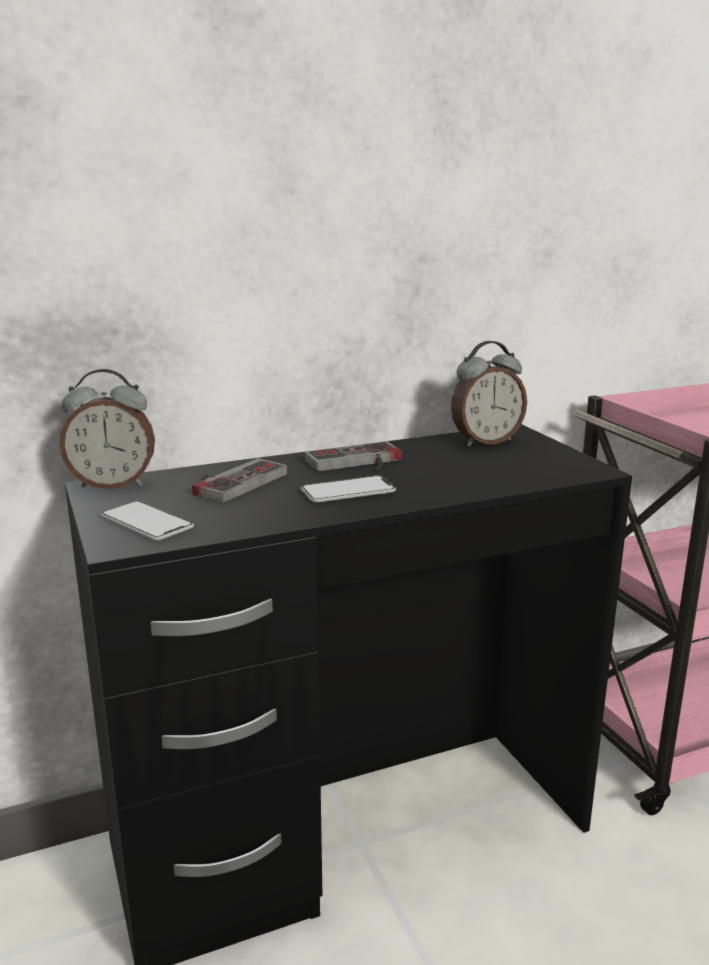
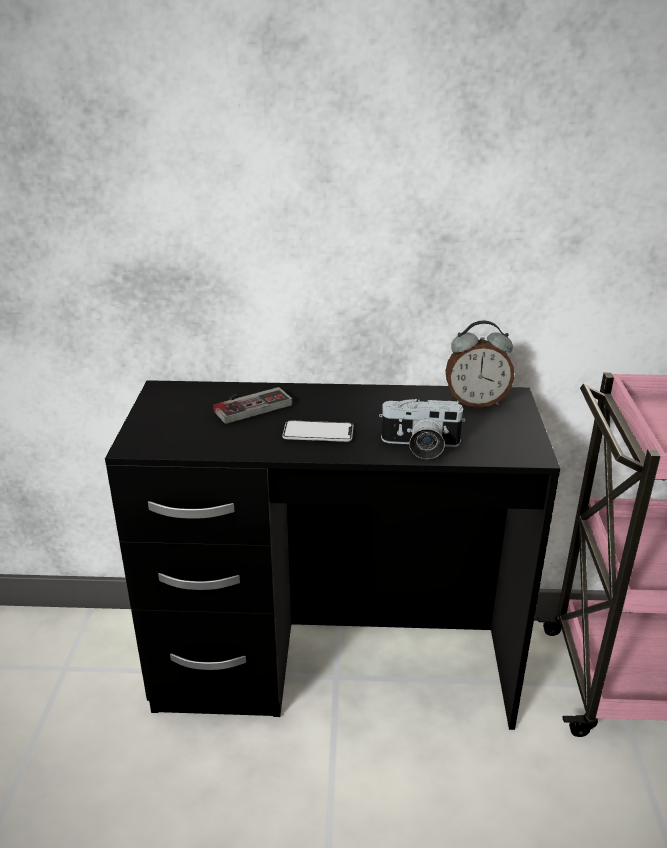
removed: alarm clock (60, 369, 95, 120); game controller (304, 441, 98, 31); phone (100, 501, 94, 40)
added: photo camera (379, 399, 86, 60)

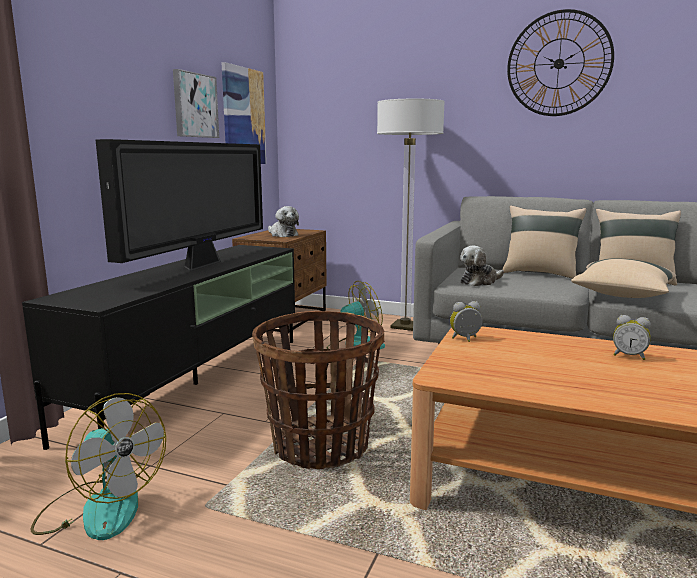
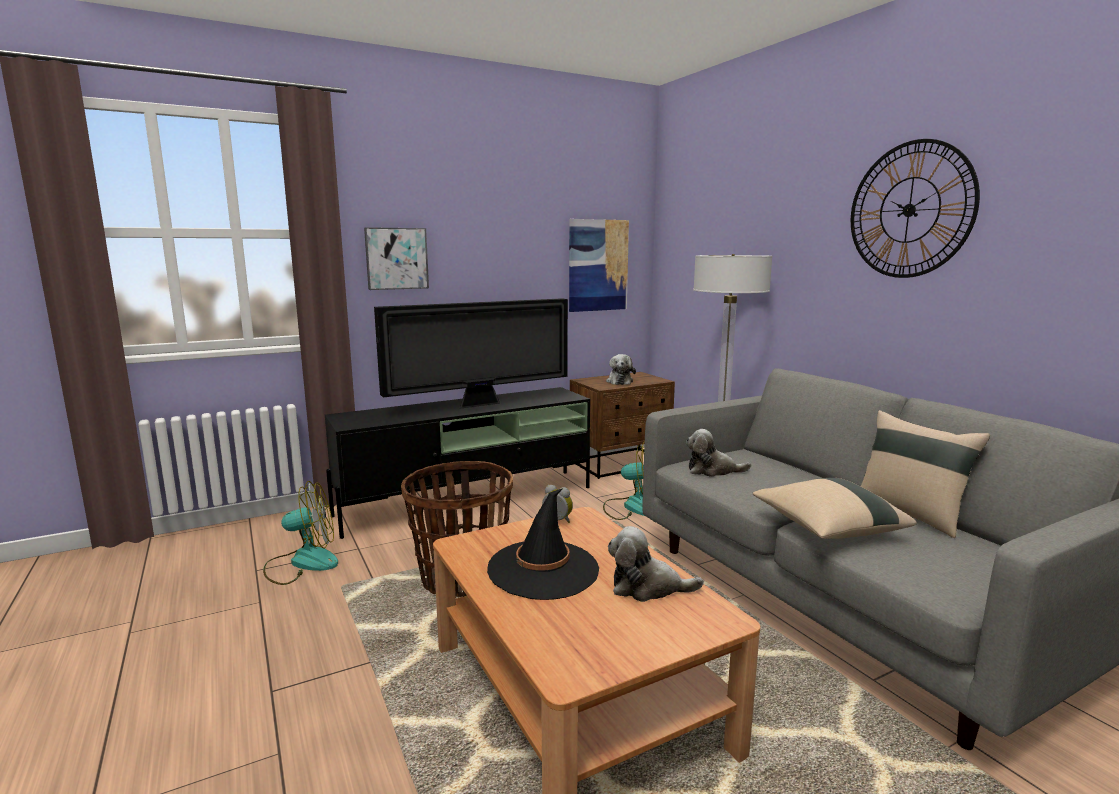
removed: beige pillow (502, 206, 84, 73)
added: black hat (487, 488, 112, 112)
moved: picture (173, 69, 46, 69) to (364, 227, 65, 63)
replaced: alarm clock (613, 315, 38, 45) to plush toy (608, 526, 96, 76)
turned: fan (31, 393, 135, 147) = (263, 481, 75, 104) 90 degrees counterclockwise

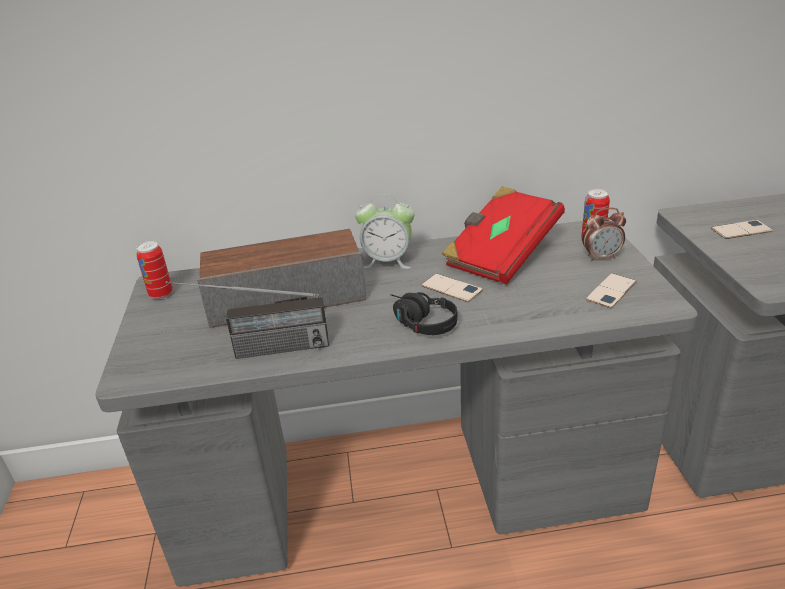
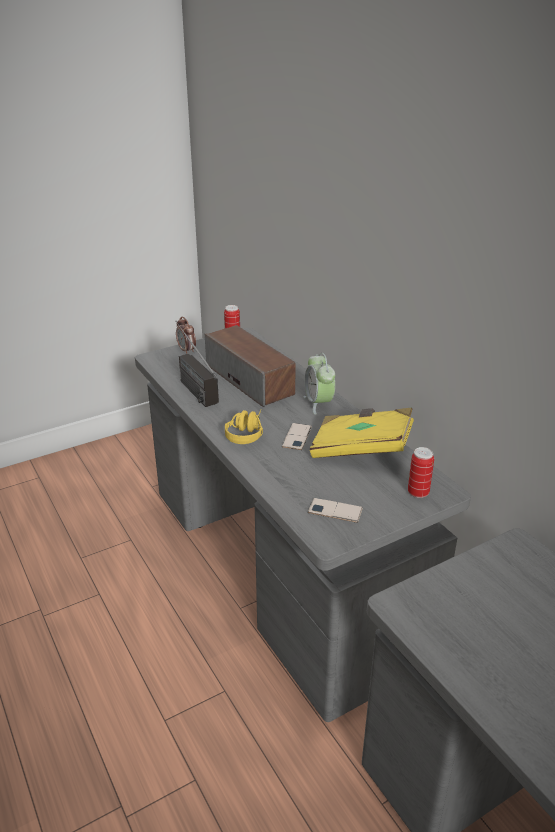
removed: phone (711, 220, 62, 19)
moved: alarm clock (582, 207, 44, 54) to (176, 317, 20, 36)
recoloured: red book (442, 186, 123, 99) to yellow book (310, 408, 104, 50); black headphones (390, 292, 68, 43) to yellow headphones (225, 410, 38, 34)

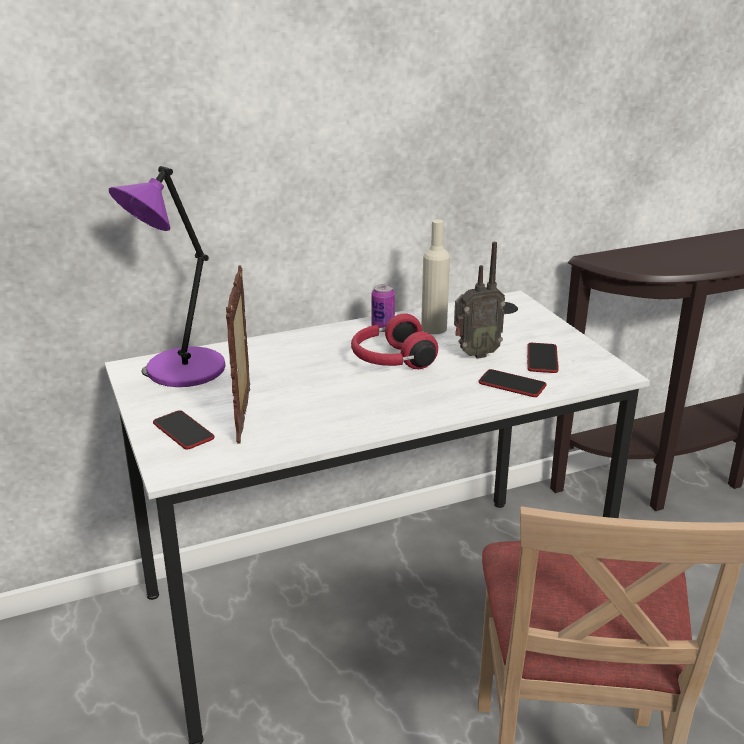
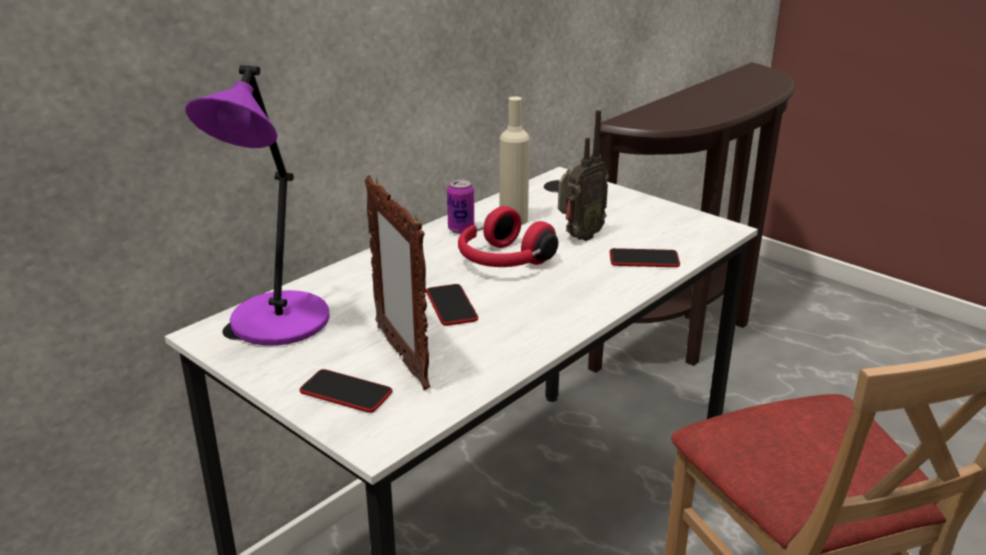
moved: phone (527, 343, 31, 30) to (426, 284, 52, 42)

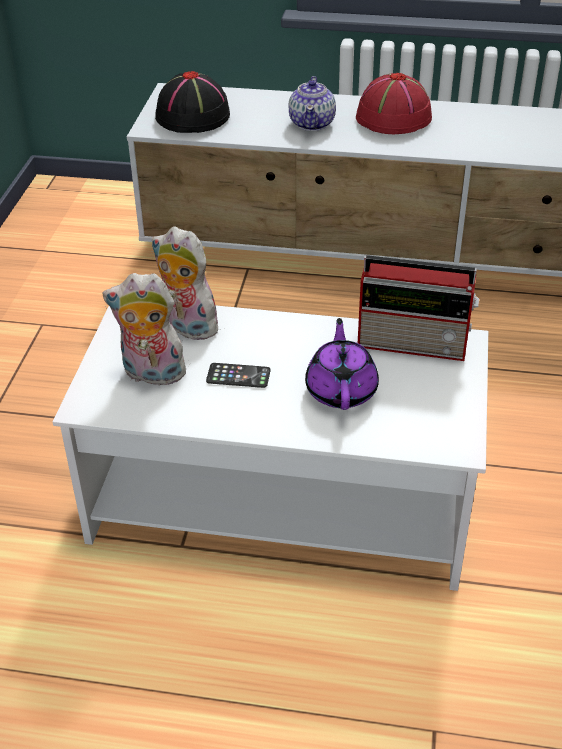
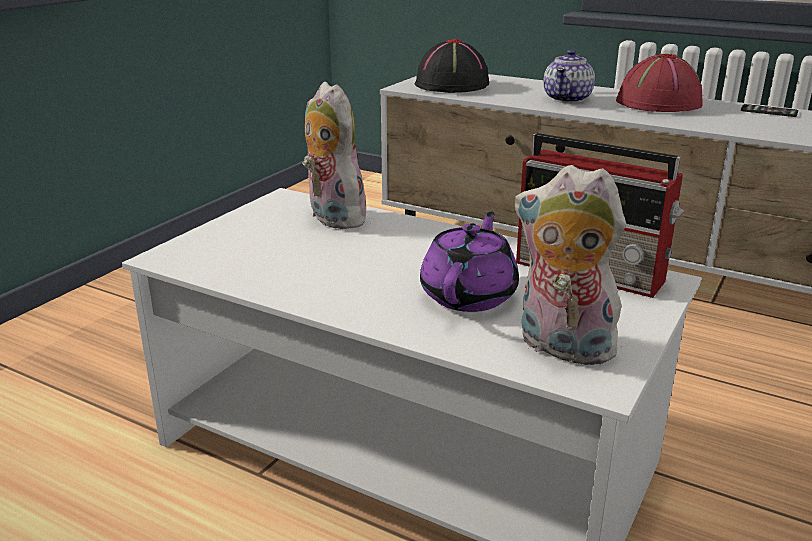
moved: plush toy (103, 273, 86, 112) to (514, 165, 112, 202); phone (206, 363, 64, 25) to (741, 104, 57, 13)

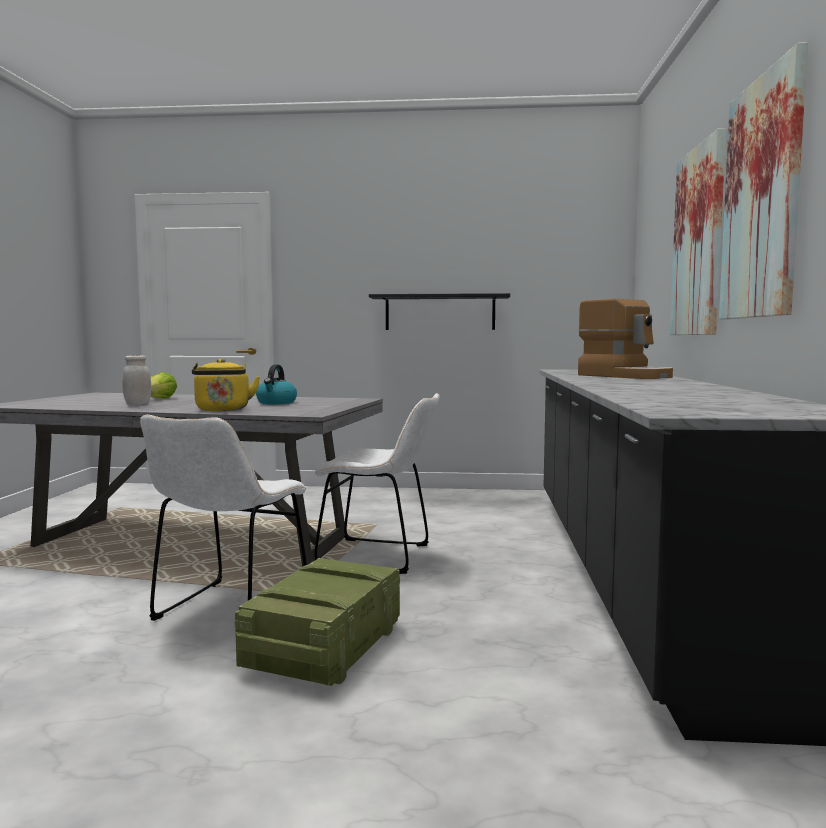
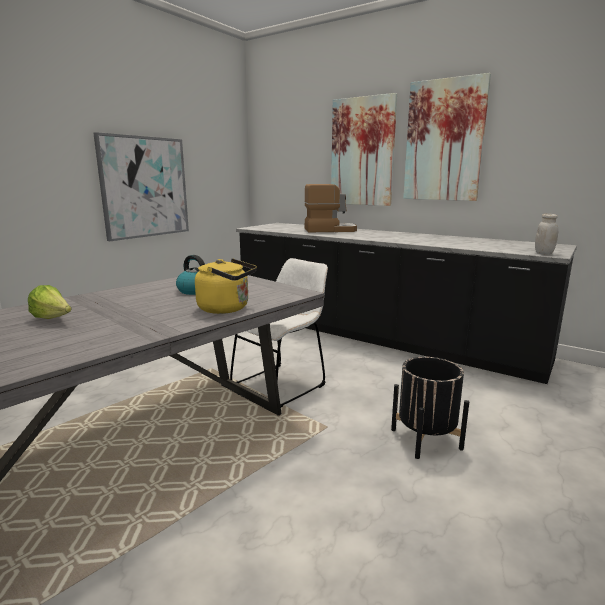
removed: white chair (140, 415, 167, 206)
moved: white jar (122, 355, 29, 50) to (535, 213, 23, 42)
replaced: black shelf (369, 293, 141, 37) to picture (93, 132, 96, 109); crate (235, 558, 165, 128) to black planter (391, 357, 78, 102)

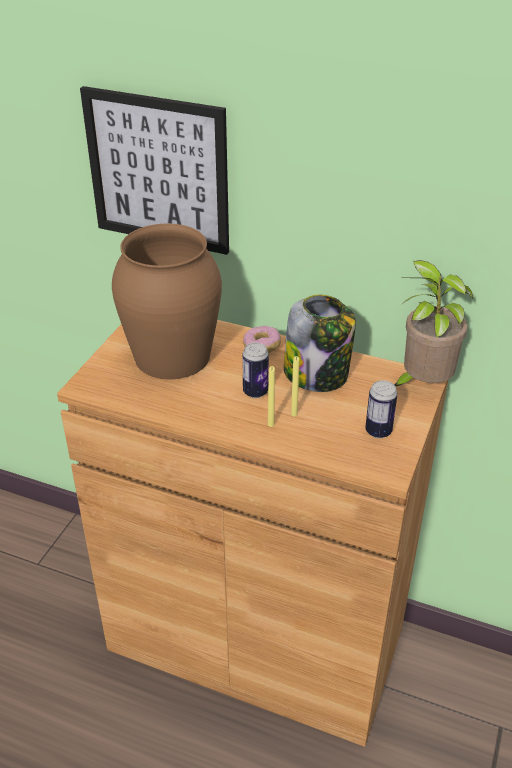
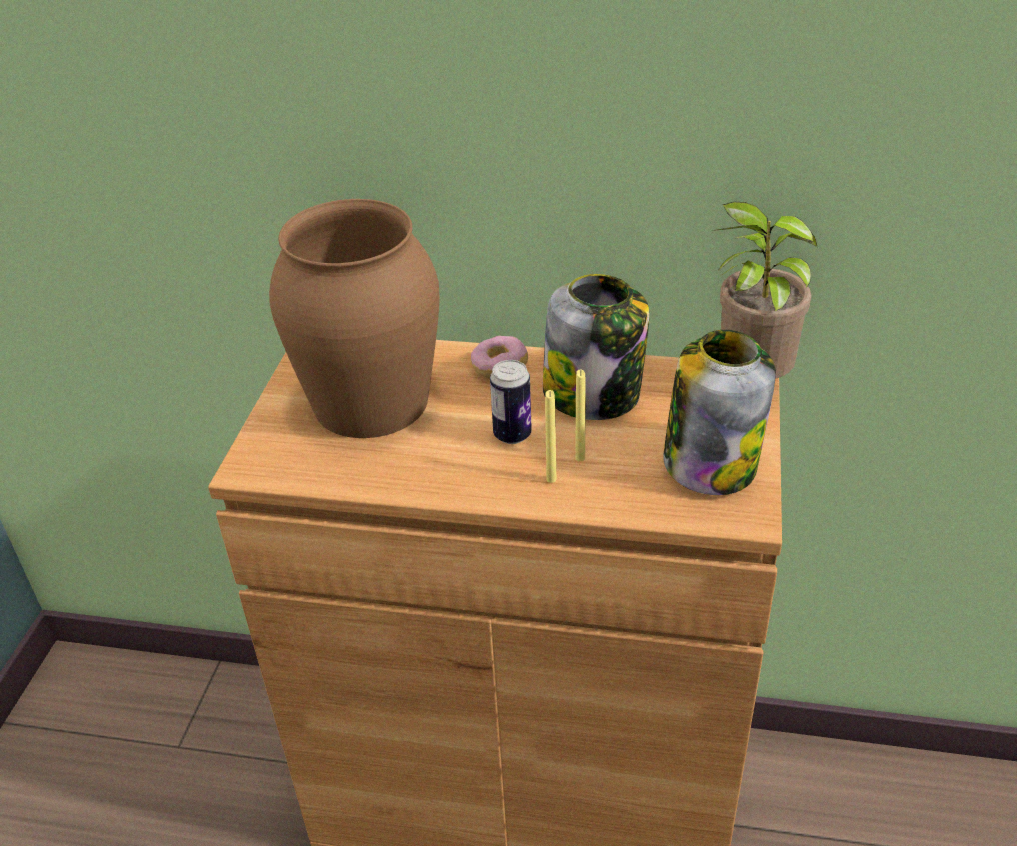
removed: picture (80, 86, 149, 169)
replaced: can (365, 380, 32, 58) to jar (663, 330, 113, 165)

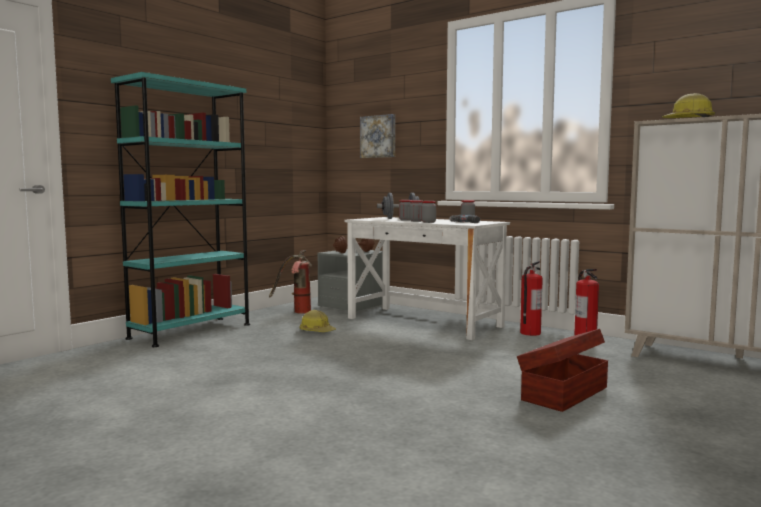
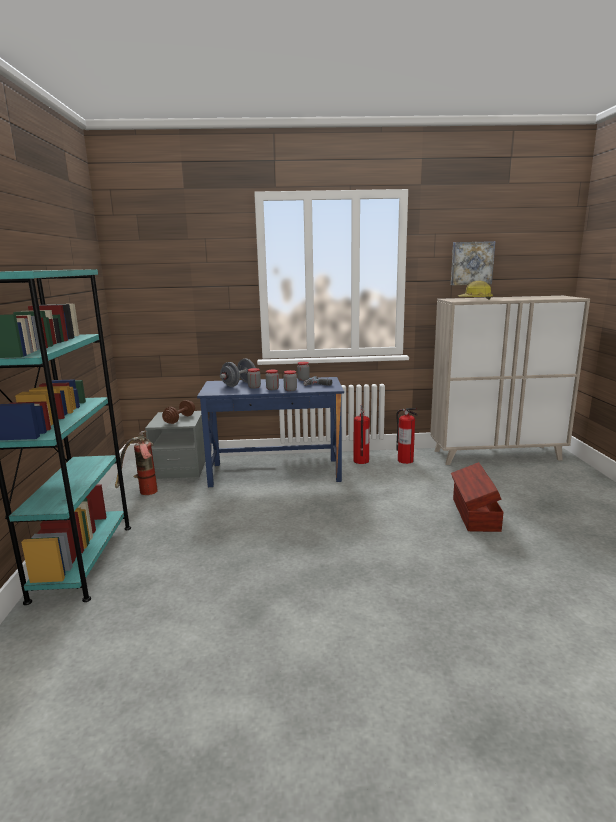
removed: hard hat (300, 310, 36, 22)
moved: picture (360, 114, 35, 44) to (451, 241, 44, 44)
recoloured: white desk (344, 217, 166, 123) to blue desk (197, 377, 147, 110)

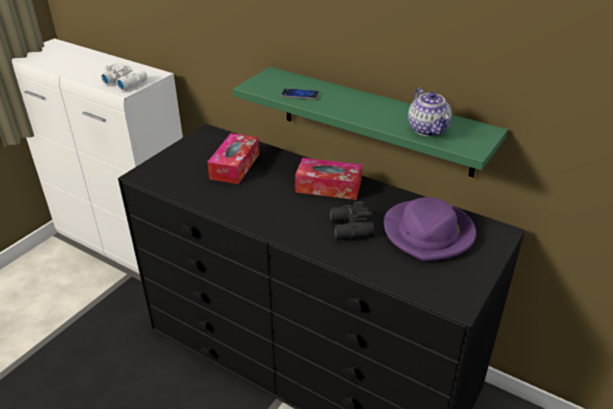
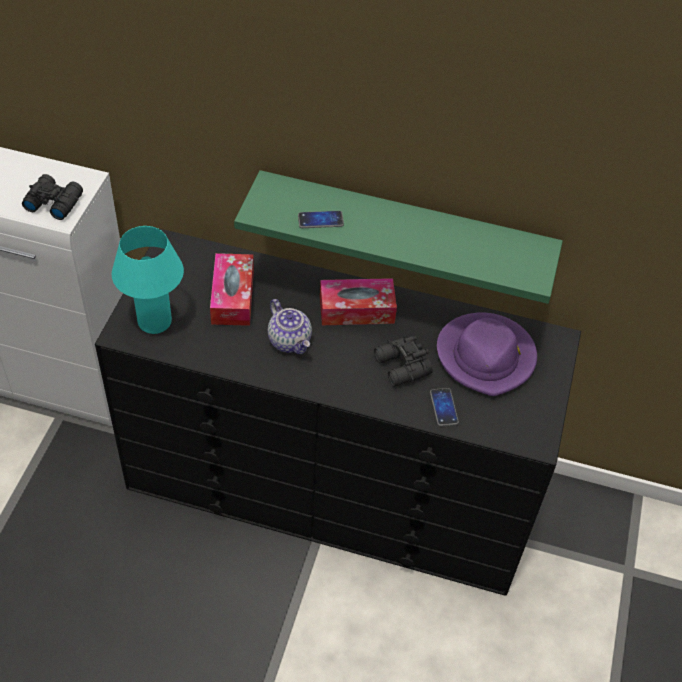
added: turquoise table lamp (112, 226, 72, 108); phone (430, 388, 29, 38)
moved: teapot (408, 88, 44, 48) to (268, 299, 44, 55)
recoloured: white binoculars (101, 63, 46, 28) to black binoculars (22, 174, 61, 46)

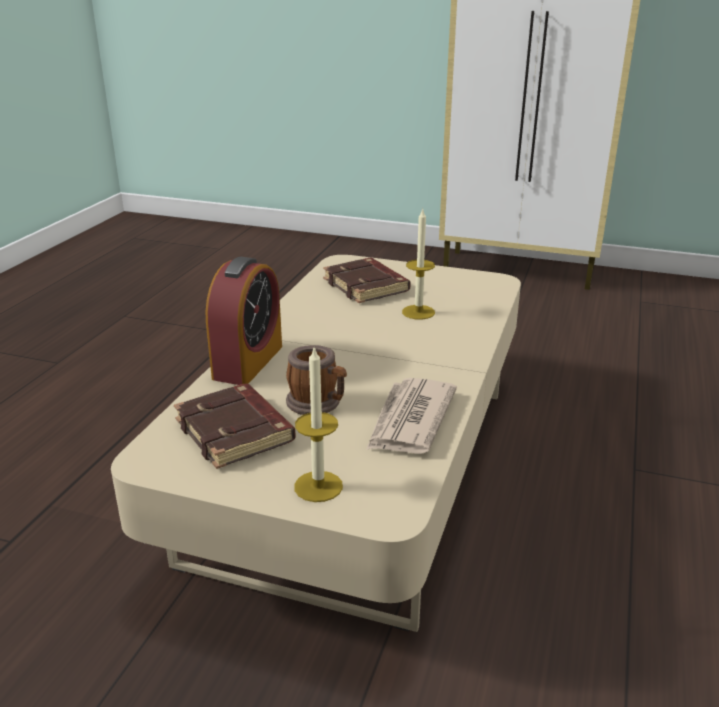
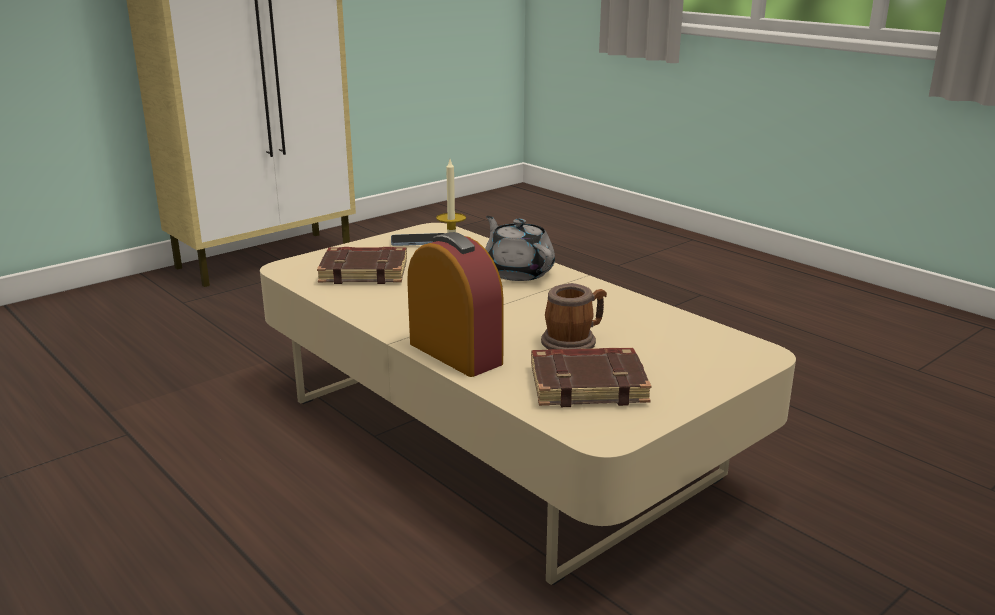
removed: candle (294, 346, 49, 156); newspaper (366, 378, 91, 76)
added: grey teapot (485, 216, 70, 65); phone (391, 233, 54, 13)

